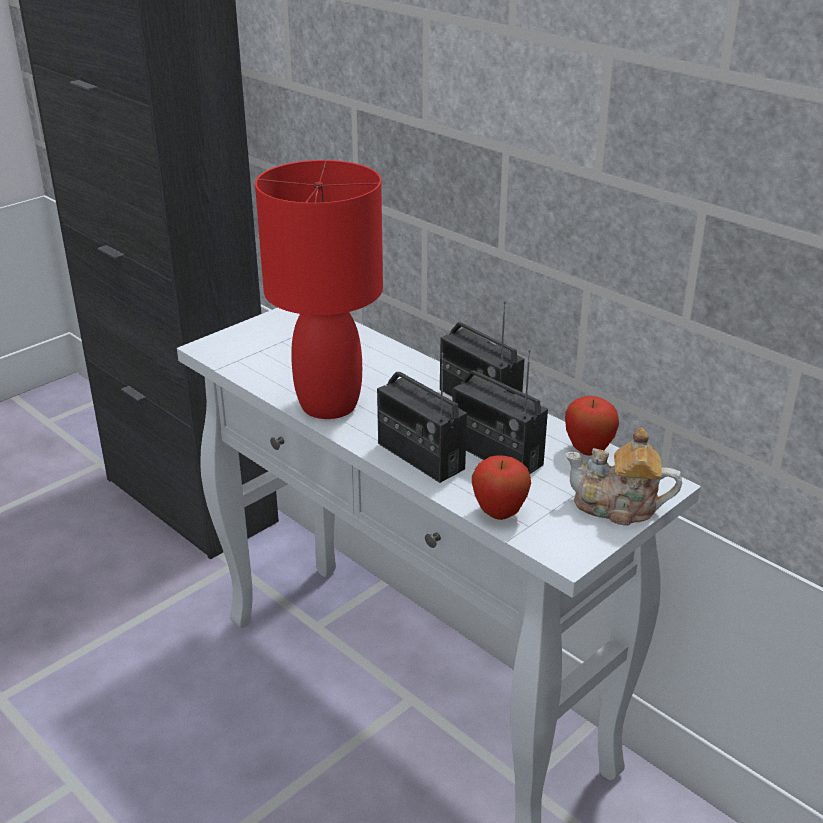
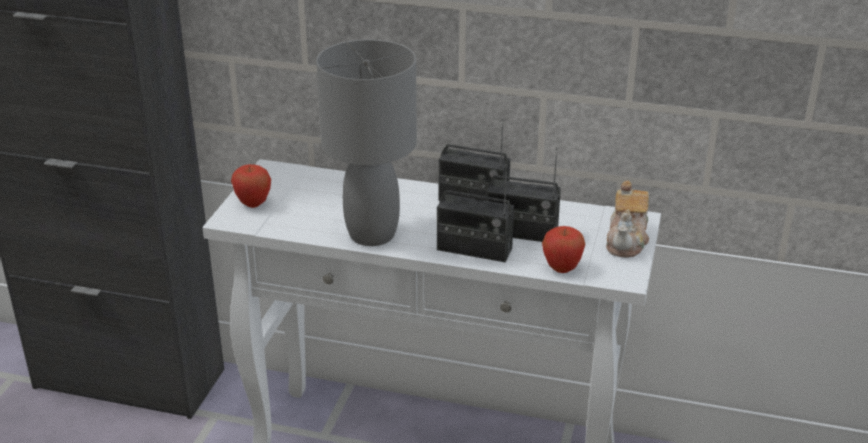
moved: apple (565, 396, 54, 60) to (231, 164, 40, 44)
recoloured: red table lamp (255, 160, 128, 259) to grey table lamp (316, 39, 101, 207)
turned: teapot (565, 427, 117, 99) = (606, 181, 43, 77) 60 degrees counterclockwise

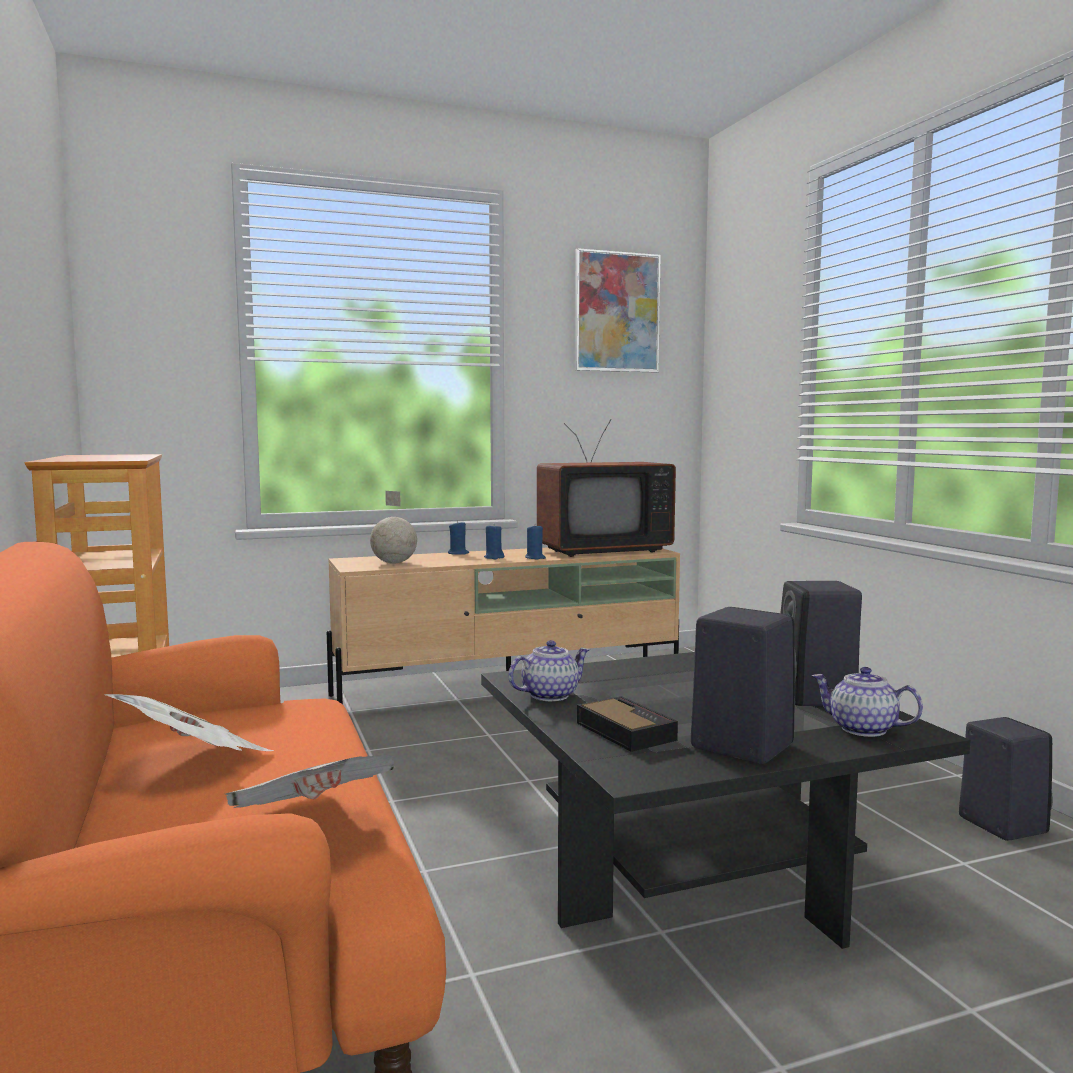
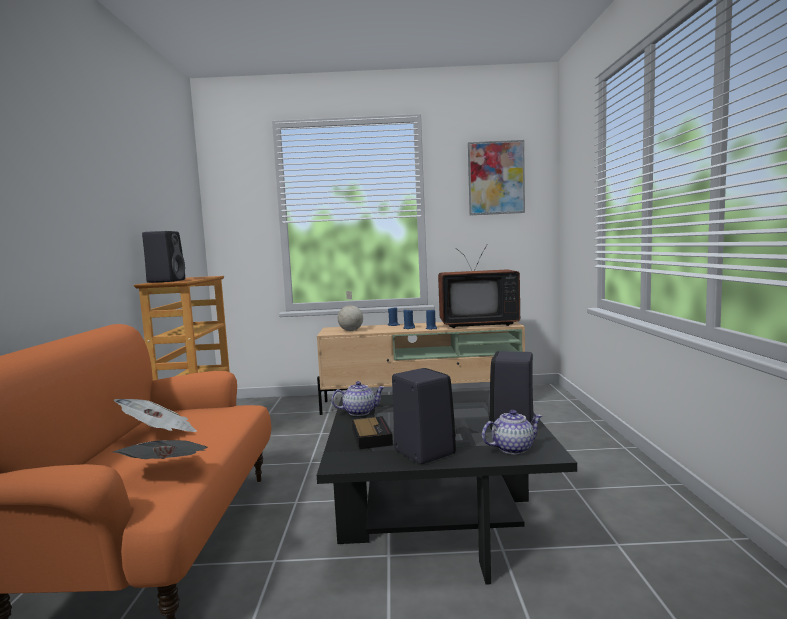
moved: black speaker (959, 717, 94, 124) to (142, 231, 43, 52)
turned: teapot (811, 667, 112, 70) = (482, 410, 60, 44) 105 degrees clockwise

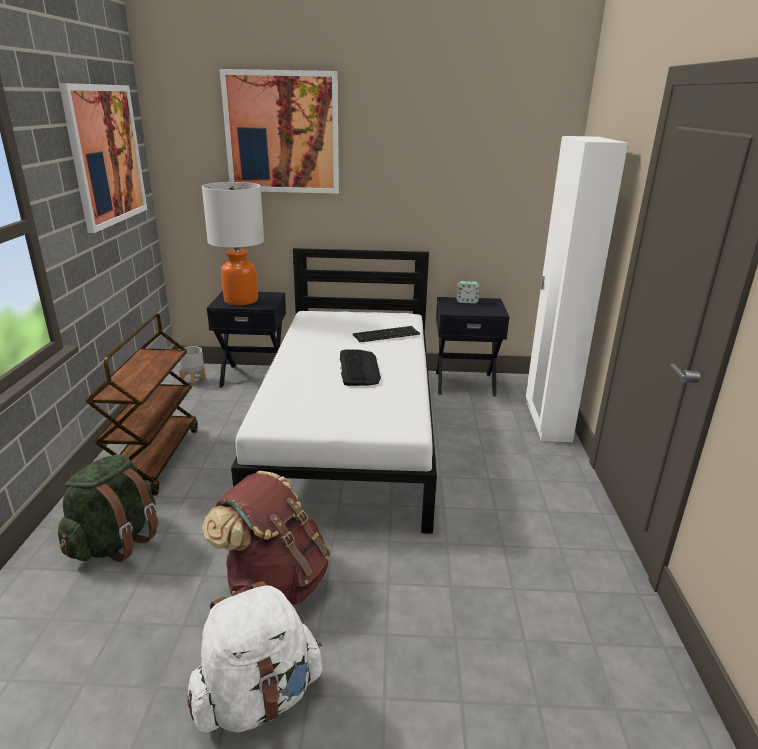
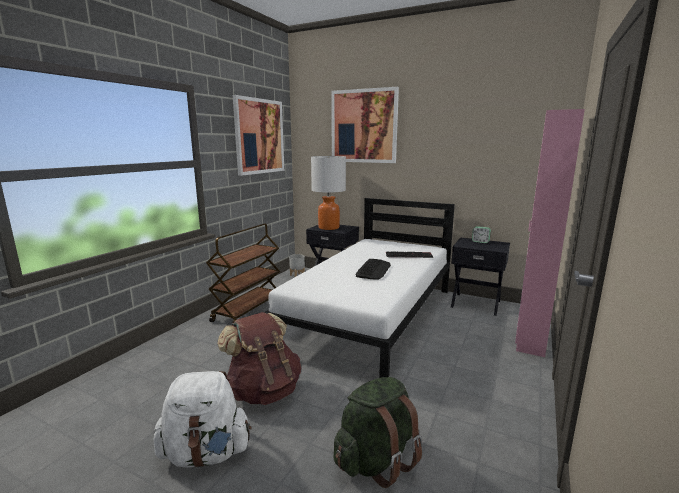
moved: green backpack (58, 454, 101, 108) to (334, 377, 89, 111)
recoloured: white wardrobe (526, 136, 102, 306) to pink wardrobe (515, 109, 70, 248)

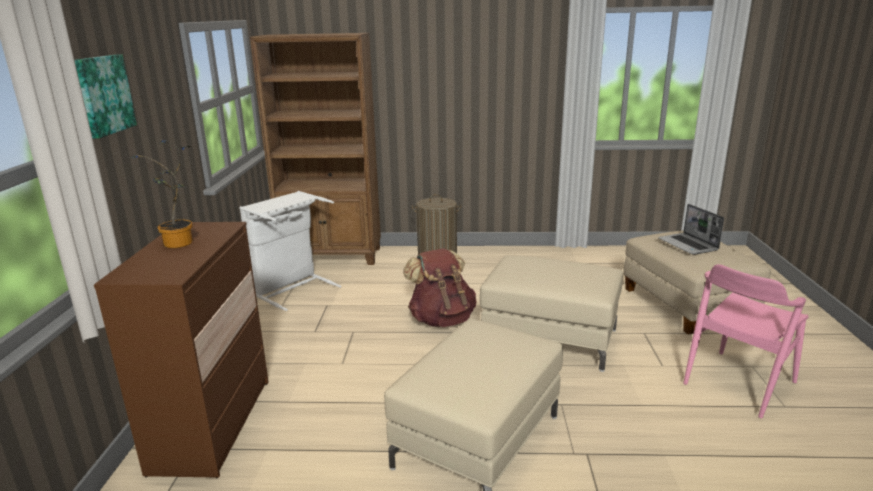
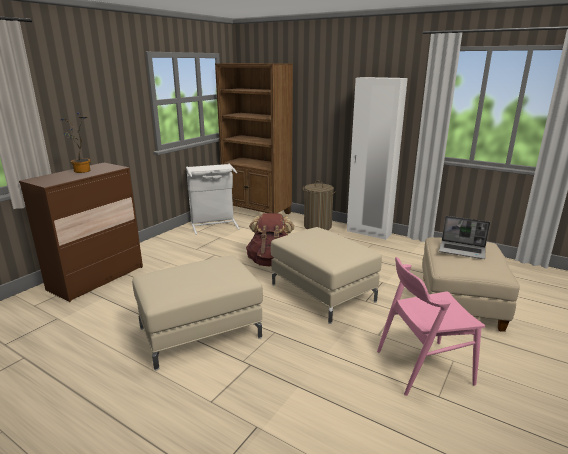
removed: picture (75, 54, 62, 85)
added: white wardrobe (347, 77, 61, 163)
turned: laptop (658, 204, 66, 51) = (439, 216, 51, 43) 75 degrees counterclockwise

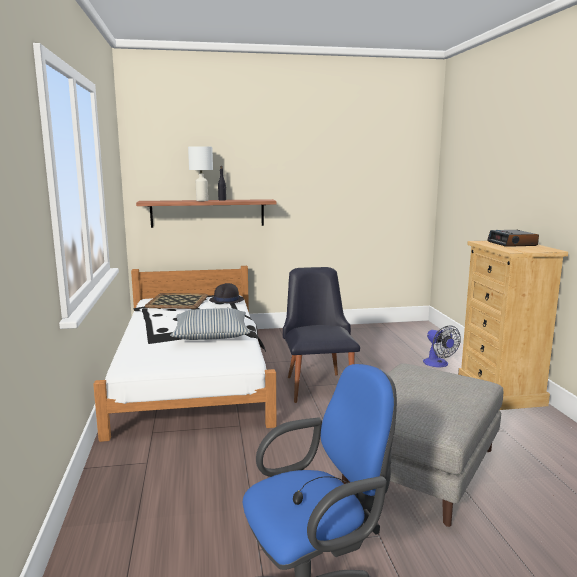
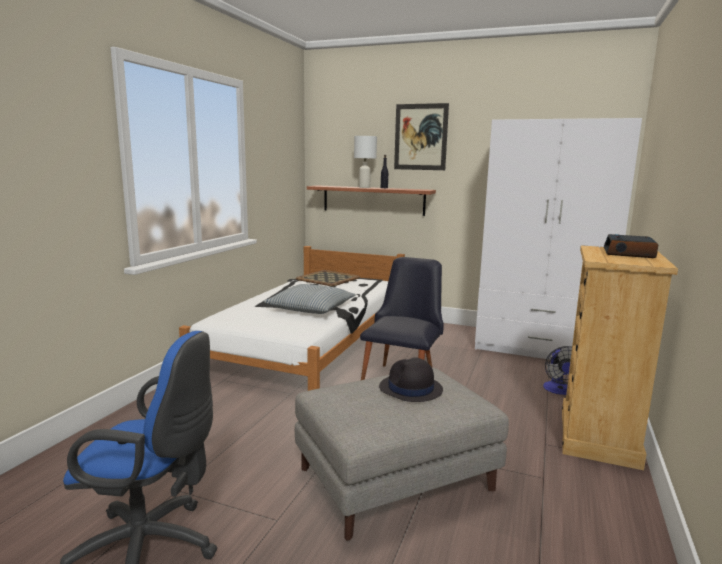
added: picture (394, 103, 55, 67); white wardrobe (475, 118, 167, 242)
moved: black hat (209, 283, 35, 21) to (379, 357, 64, 45)

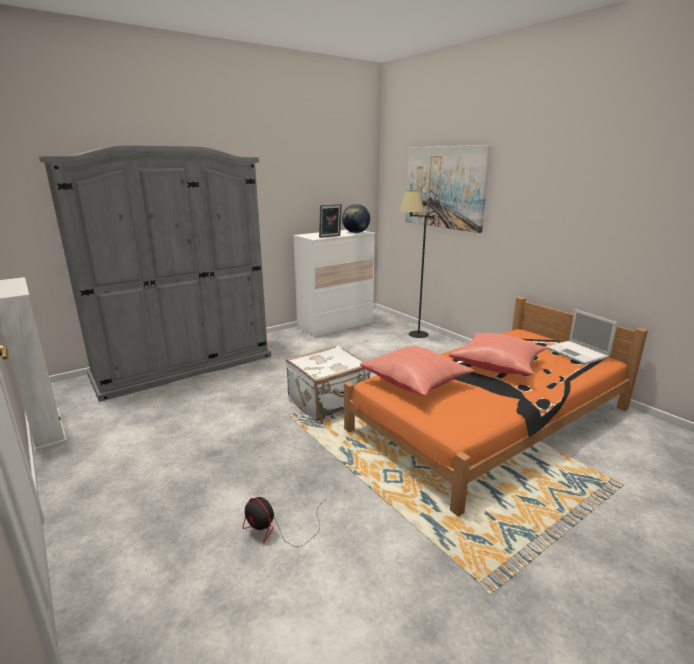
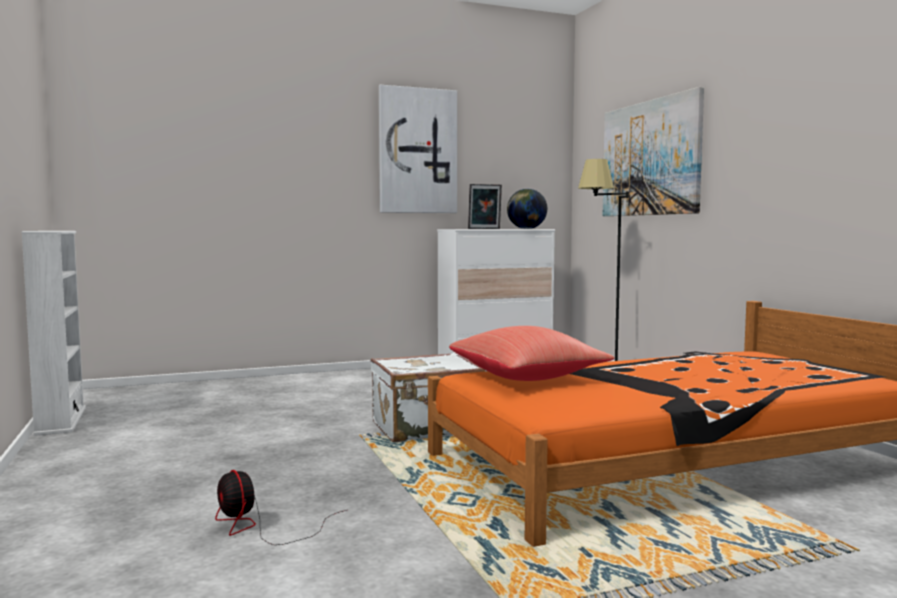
removed: grey wardrobe (39, 145, 232, 257); laptop (546, 309, 72, 56); red pillow (449, 333, 98, 42)
added: picture (379, 85, 78, 128)

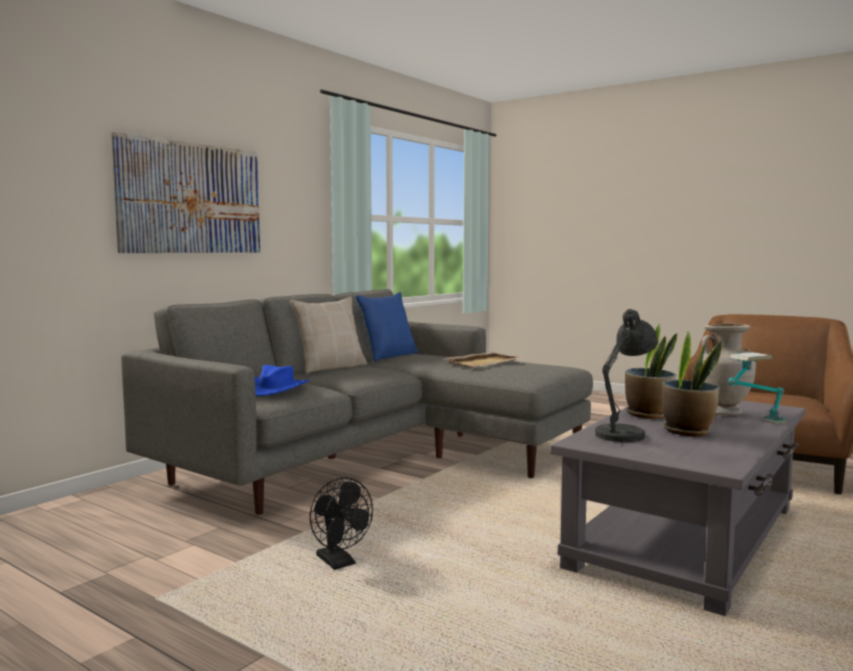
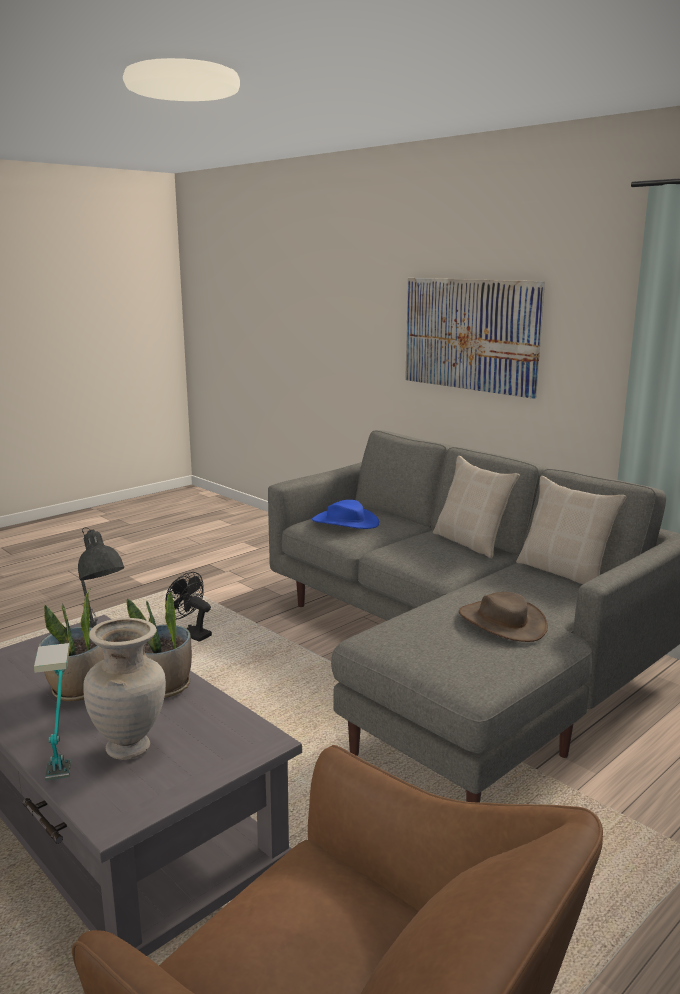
replaced: beige tray (443, 352, 80, 15) to brown hat (459, 592, 89, 50)
recoloured: blue pillow (356, 292, 62, 69) to beige pillow (516, 476, 110, 108)
turned: black fan (310, 478, 63, 92) = (165, 572, 47, 70) 60 degrees clockwise

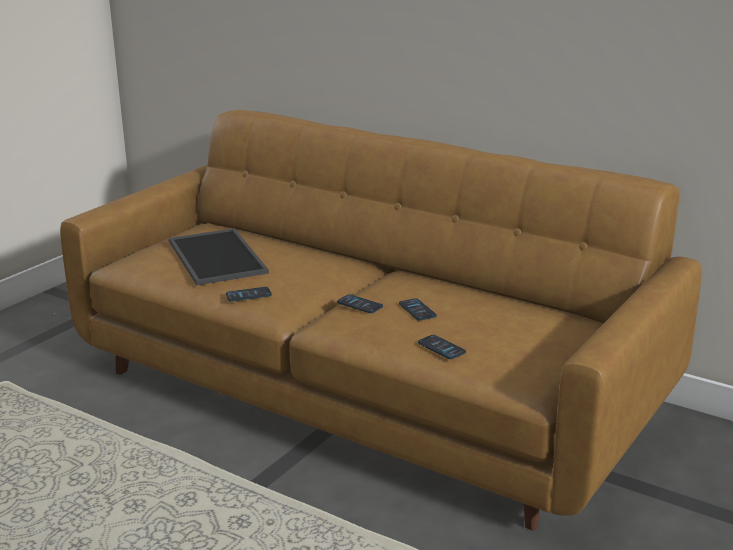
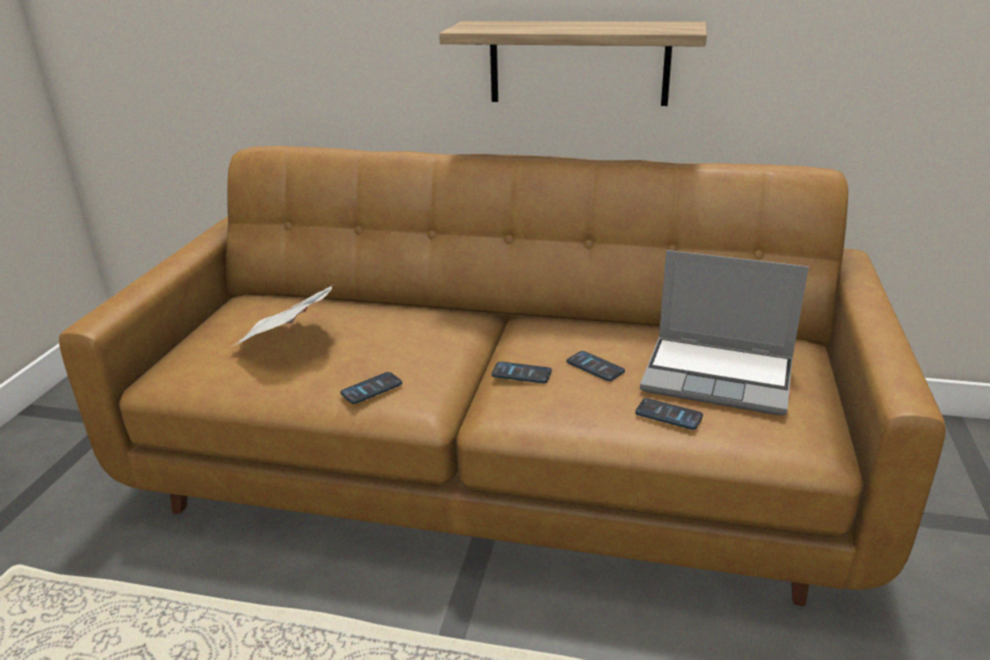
added: shelf (439, 21, 268, 85); laptop (640, 250, 169, 166)
replaced: tray (169, 228, 100, 57) to newspaper (231, 285, 102, 62)

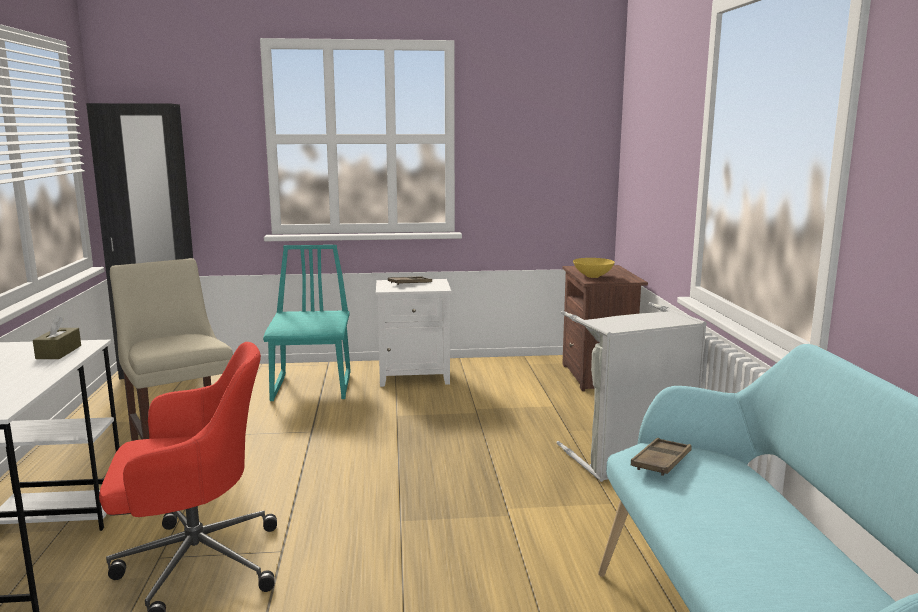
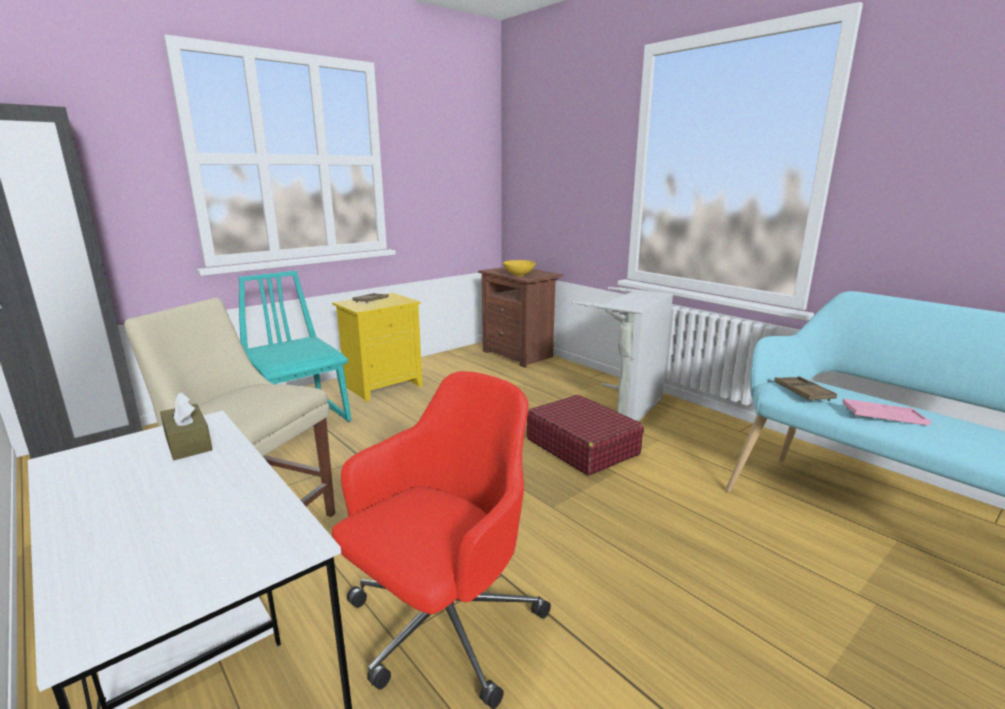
added: red suitcase (527, 395, 117, 80); pink tray (842, 399, 89, 27)
recoloured: white nightstand (376, 279, 75, 108) to yellow nightstand (332, 293, 91, 109)

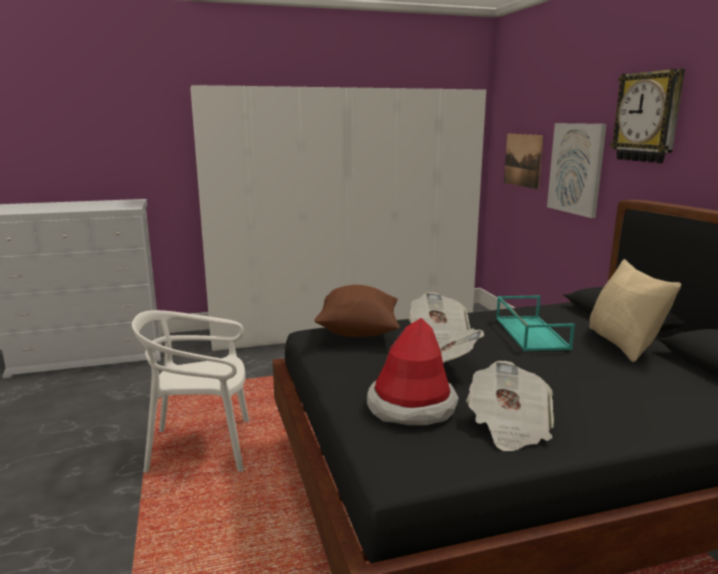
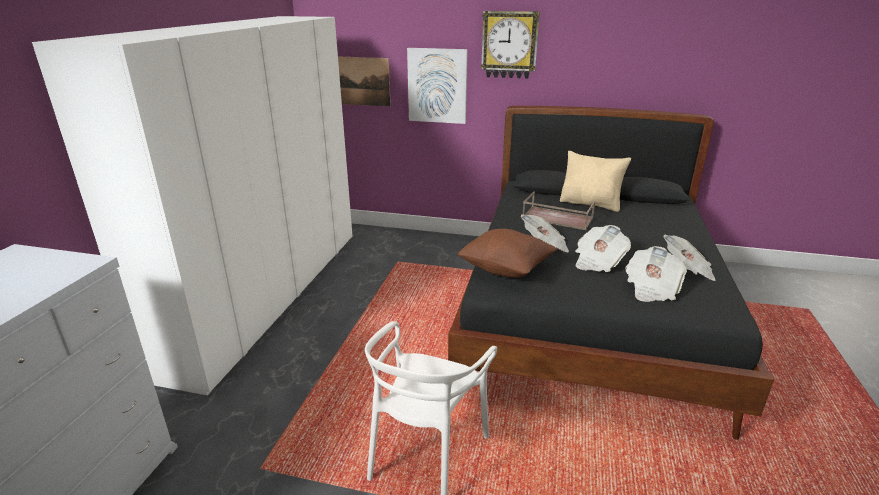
replaced: hat (367, 318, 92, 107) to newspaper (625, 246, 62, 56)
recoloured: turquoise tray (496, 296, 79, 55) to brown tray (523, 191, 72, 39)

